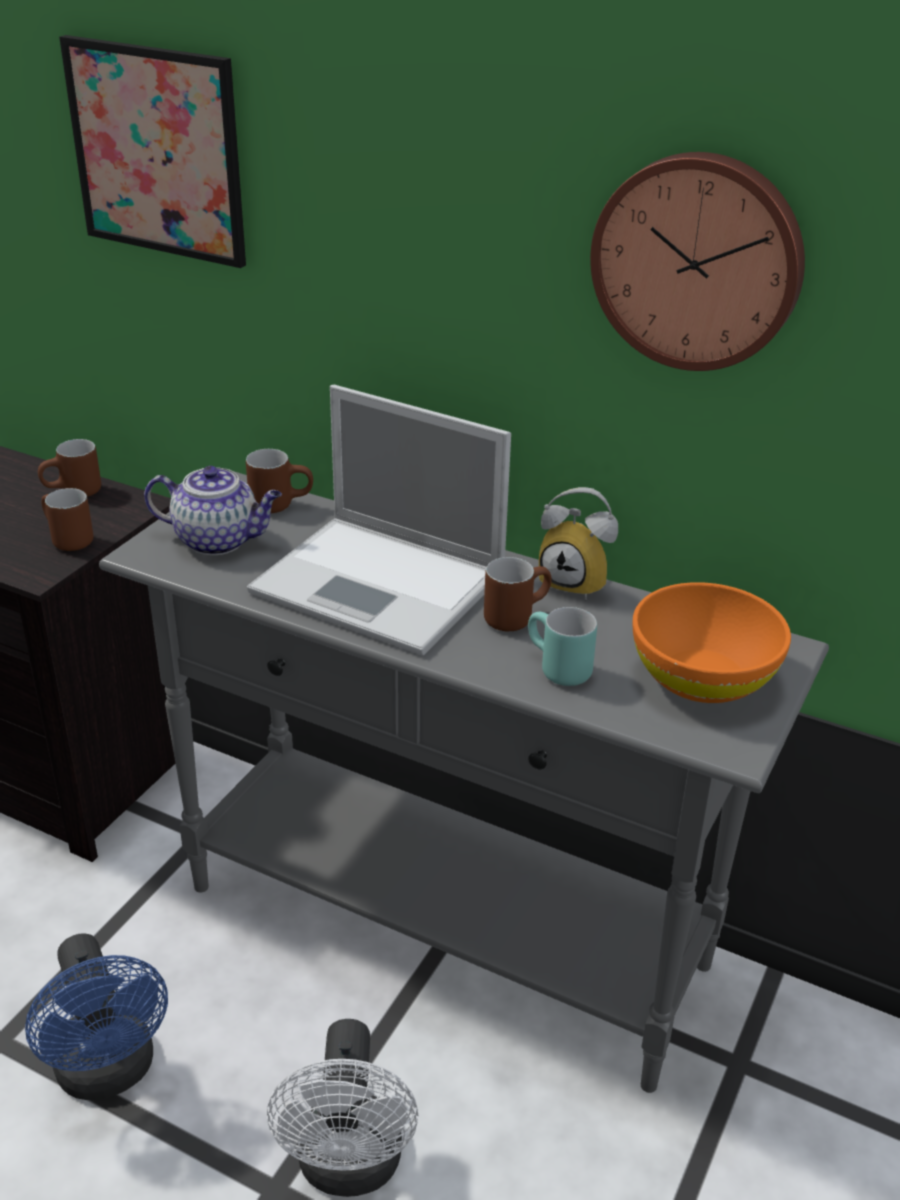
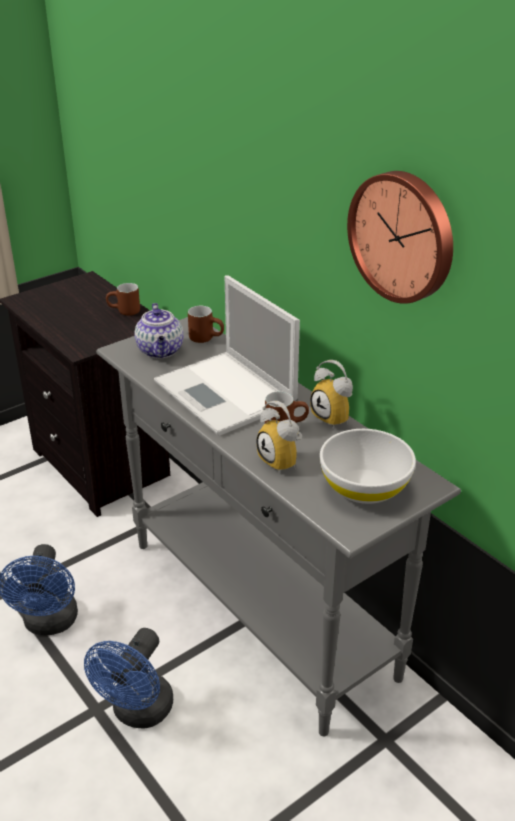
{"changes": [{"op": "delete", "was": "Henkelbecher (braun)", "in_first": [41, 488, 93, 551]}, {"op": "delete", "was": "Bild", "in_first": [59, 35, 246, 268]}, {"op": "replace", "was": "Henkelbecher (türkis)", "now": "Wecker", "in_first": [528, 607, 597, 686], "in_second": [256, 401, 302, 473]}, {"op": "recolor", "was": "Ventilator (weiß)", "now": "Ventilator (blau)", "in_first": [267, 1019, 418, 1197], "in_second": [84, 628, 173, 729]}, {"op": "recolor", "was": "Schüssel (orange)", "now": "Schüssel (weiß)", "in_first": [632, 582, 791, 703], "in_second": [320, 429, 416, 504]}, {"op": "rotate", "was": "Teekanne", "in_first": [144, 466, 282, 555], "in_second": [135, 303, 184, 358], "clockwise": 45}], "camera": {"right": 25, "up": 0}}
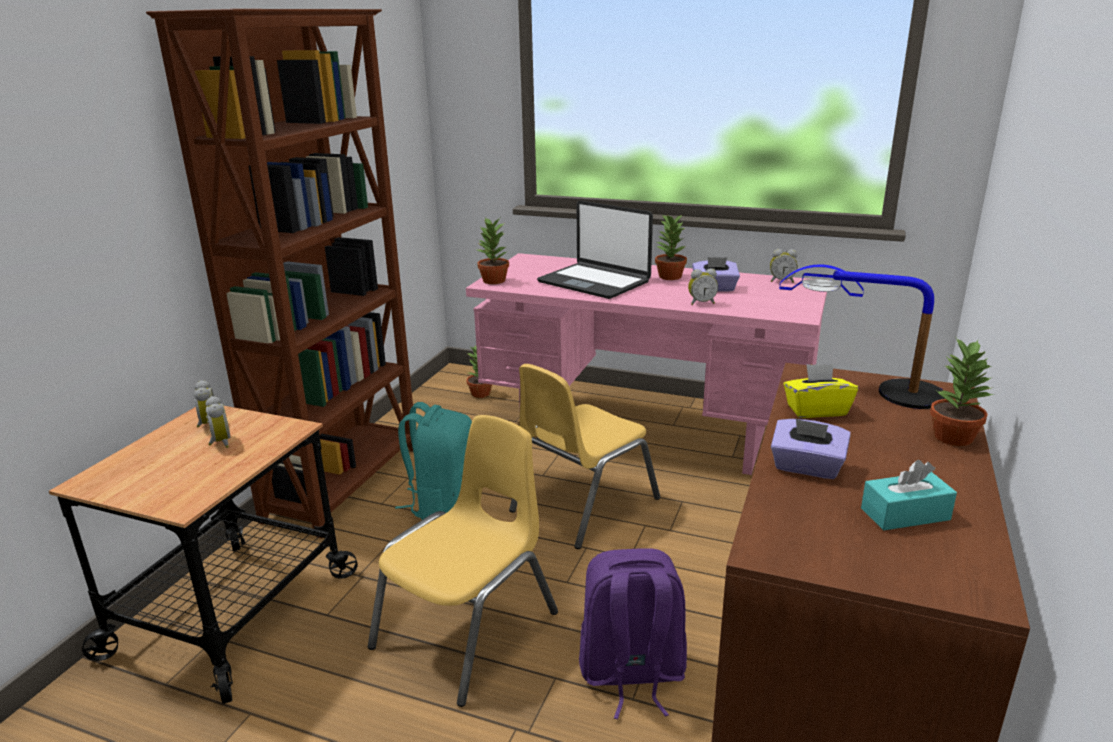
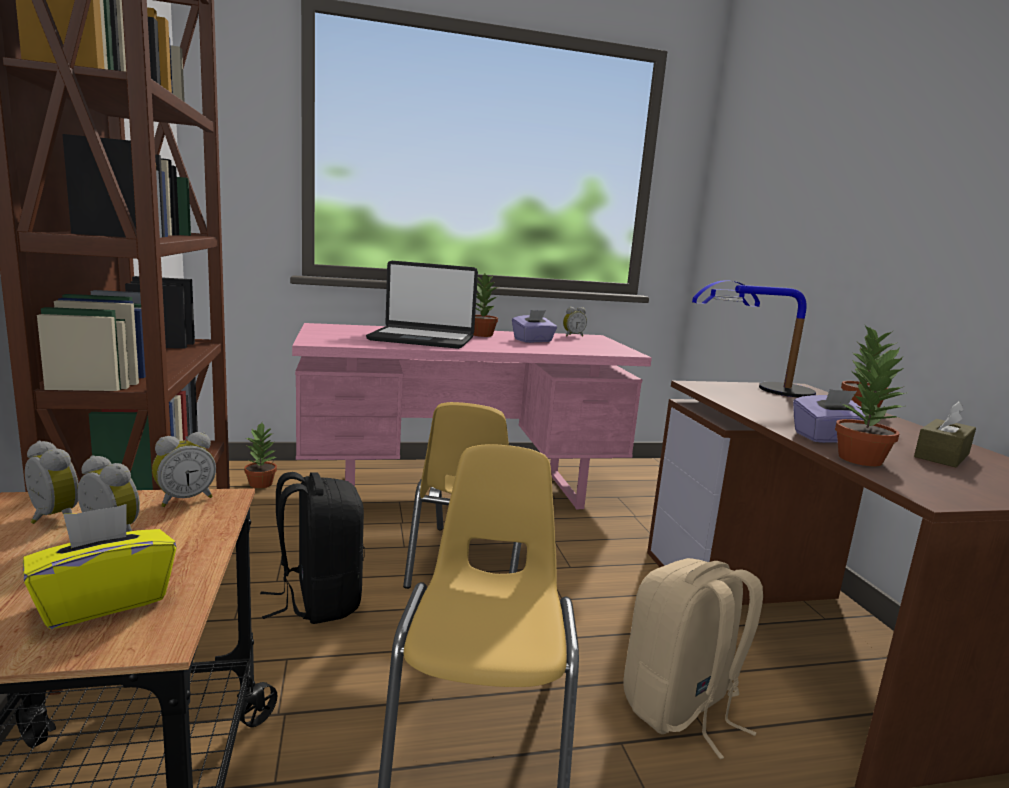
{"changes": [{"op": "move", "was": "Topfpflanze", "in_first": [475, 218, 509, 284], "in_second": [835, 347, 905, 467]}, {"op": "move", "was": "Wecker", "in_first": [688, 268, 718, 305], "in_second": [152, 432, 216, 507]}, {"op": "move", "was": "Taschentuchbox (gelb)", "in_first": [783, 363, 858, 418], "in_second": [23, 504, 177, 629]}, {"op": "recolor", "was": "Rucksack (türkis)", "now": "Rucksack (schwarz)", "in_first": [395, 402, 472, 520], "in_second": [260, 472, 365, 624]}, {"op": "recolor", "was": "Rucksack (lila)", "now": "Rucksack (beige)", "in_first": [579, 548, 687, 719], "in_second": [624, 558, 763, 759]}, {"op": "recolor", "was": "Taschentuchbox (türkis)", "now": "Taschentuchbox (braun)", "in_first": [861, 460, 957, 531], "in_second": [914, 401, 976, 468]}], "camera": {"right": -35, "up": -10}}
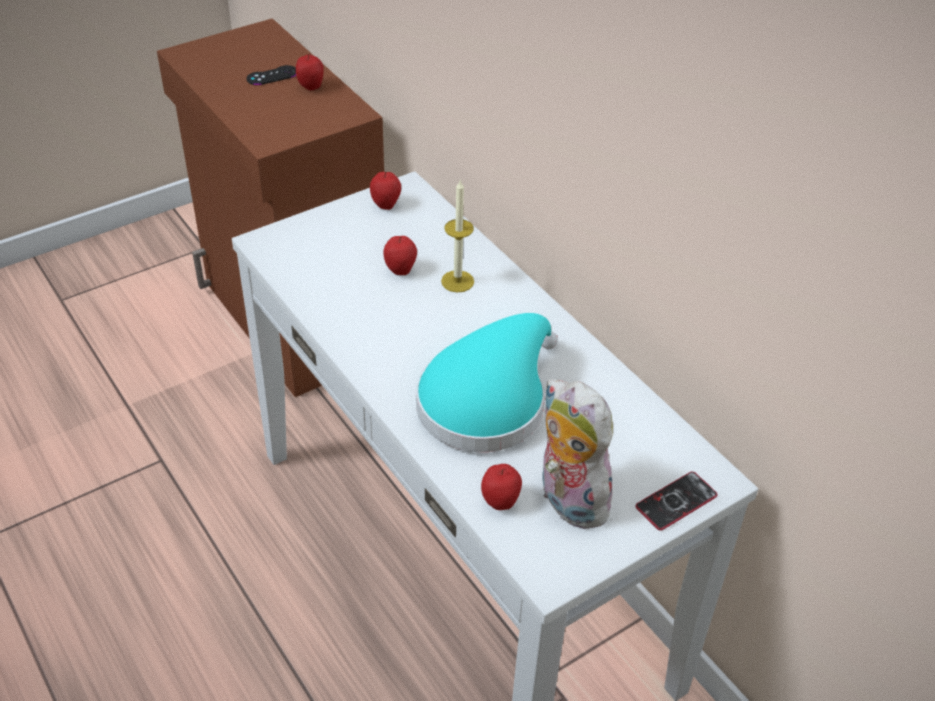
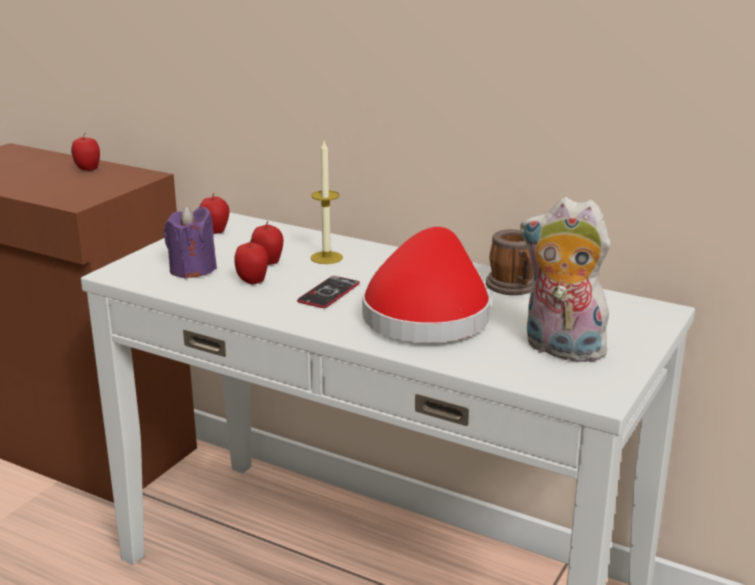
{"changes": [{"op": "delete", "was": "Gamepad (schwarz)", "in_first": [247, 65, 296, 85]}, {"op": "insert", "now": "Kerze (lila)", "in_second": [163, 205, 217, 279]}, {"op": "insert", "now": "Henkelbecher", "in_second": [486, 229, 533, 295]}, {"op": "move", "was": "Apfel", "in_first": [481, 464, 522, 510], "in_second": [234, 239, 268, 284]}, {"op": "move", "was": "Handy", "in_first": [635, 472, 718, 531], "in_second": [297, 276, 360, 308]}, {"op": "recolor", "was": "Hut (türkis)", "now": "Hut (rot)", "in_first": [416, 313, 558, 452], "in_second": [362, 227, 491, 343]}], "camera": {"right": -25, "up": -20}}
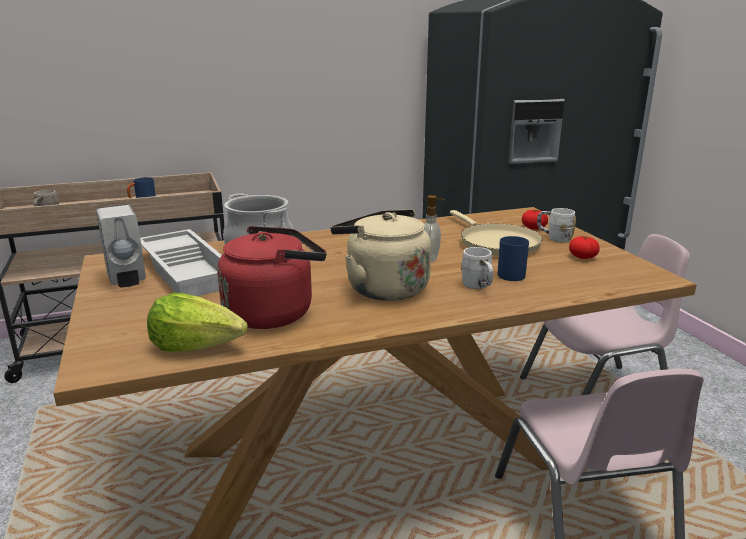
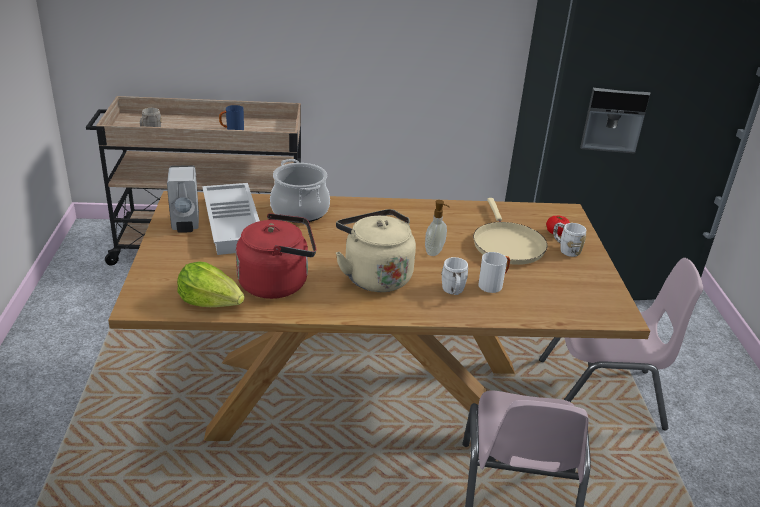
{"changes": [{"op": "delete", "was": "Tomate", "in_first": [569, 236, 600, 259]}, {"op": "recolor", "was": "Henkelbecher (blau)", "now": "Henkelbecher (weiß)", "in_first": [498, 236, 529, 281], "in_second": [478, 252, 510, 293]}], "camera": {"right": 15, "up": 10}}
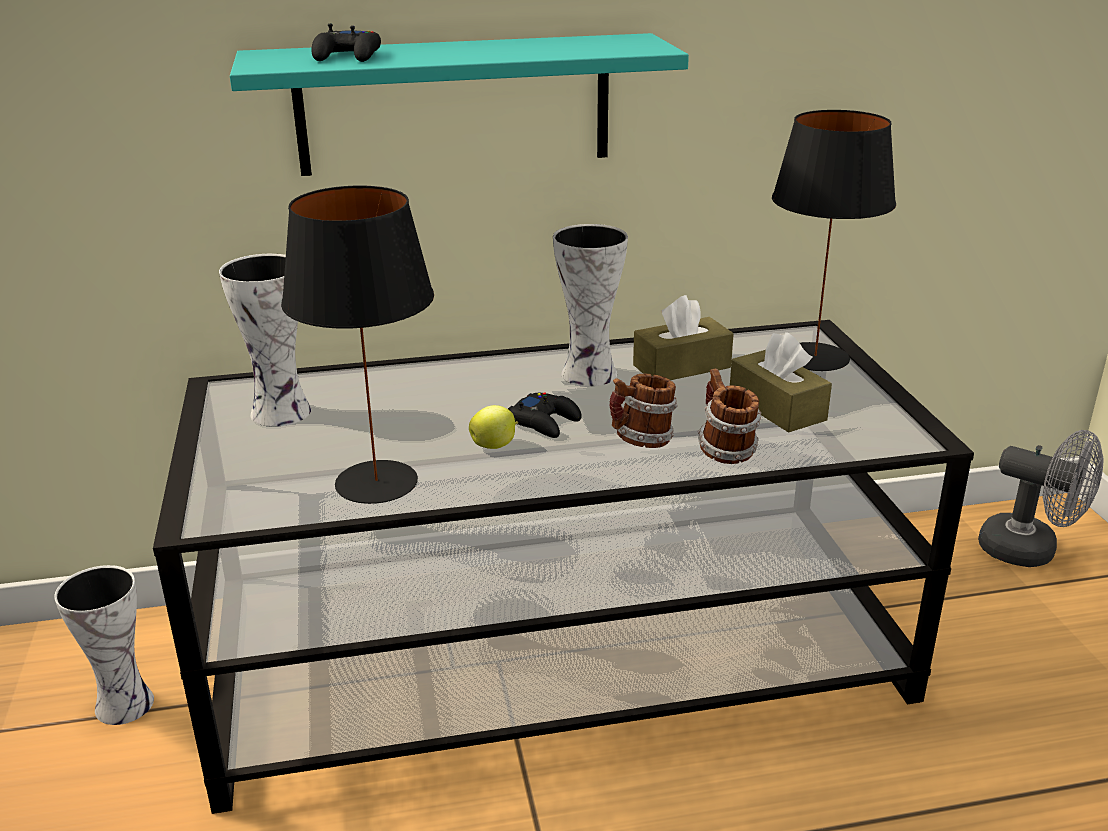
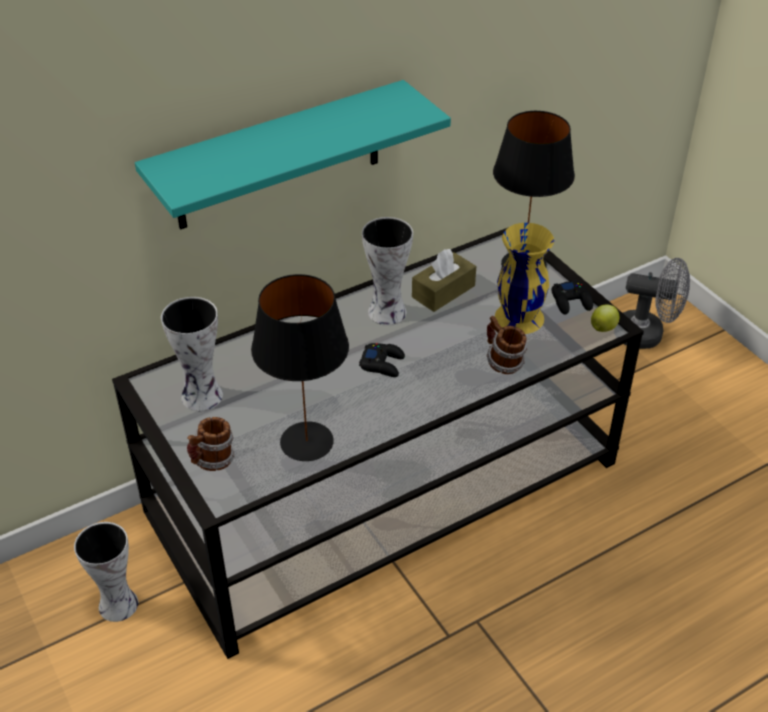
{"changes": [{"op": "move", "was": "Gamepad (schwarz)", "in_first": [311, 24, 381, 62], "in_second": [552, 280, 593, 315]}, {"op": "move", "was": "Apfel", "in_first": [469, 405, 518, 449], "in_second": [591, 304, 619, 332]}, {"op": "move", "was": "Henkelbecher", "in_first": [609, 374, 677, 448], "in_second": [187, 417, 235, 471]}, {"op": "replace", "was": "Taschentuchbox (braun)", "now": "Vase (gelb)", "in_first": [730, 332, 832, 433], "in_second": [495, 223, 554, 334]}], "camera": {"right": -20, "up": 15}}
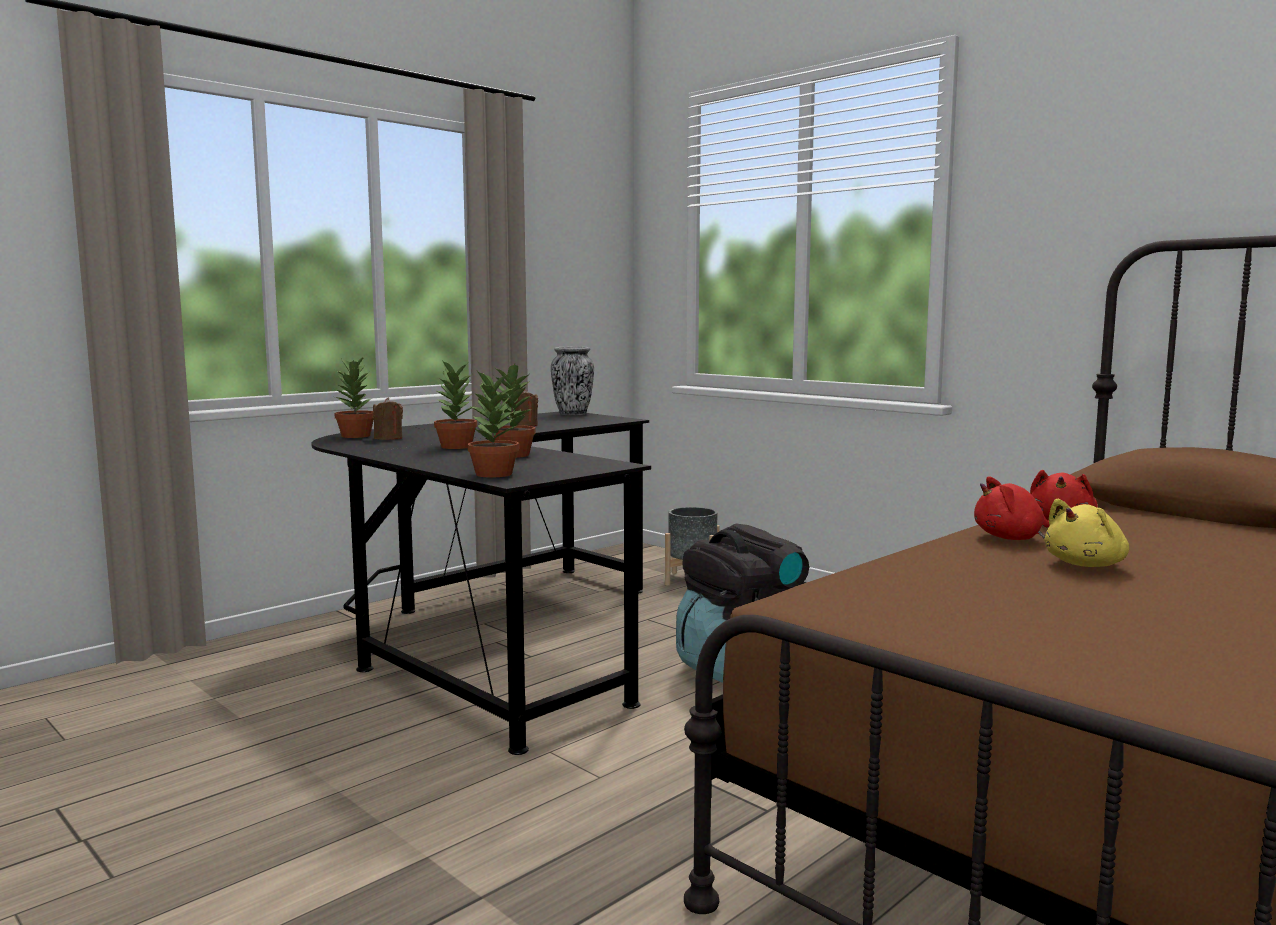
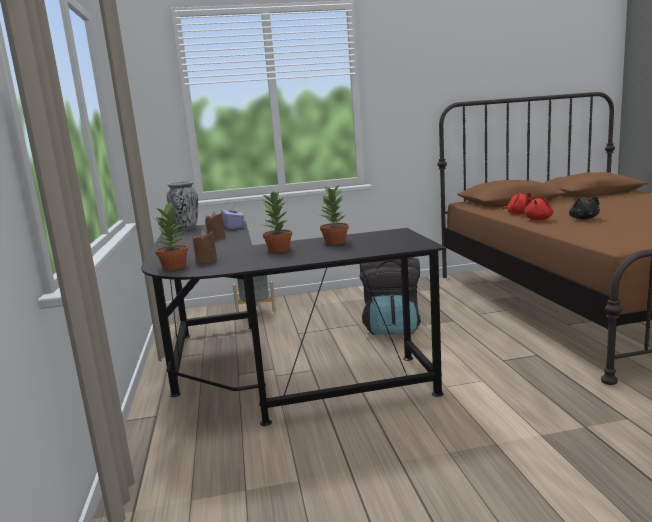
{"changes": [{"op": "delete", "was": "Topfpflanze", "in_first": [467, 371, 519, 478]}, {"op": "insert", "now": "Taschentuchbox (lila)", "in_second": [221, 204, 244, 229]}, {"op": "recolor", "was": "Plüschtier (gelb)", "now": "Plüschtier (schwarz)", "in_first": [1044, 499, 1129, 567], "in_second": [569, 196, 600, 220]}], "camera": {"right": -55, "up": 5}}
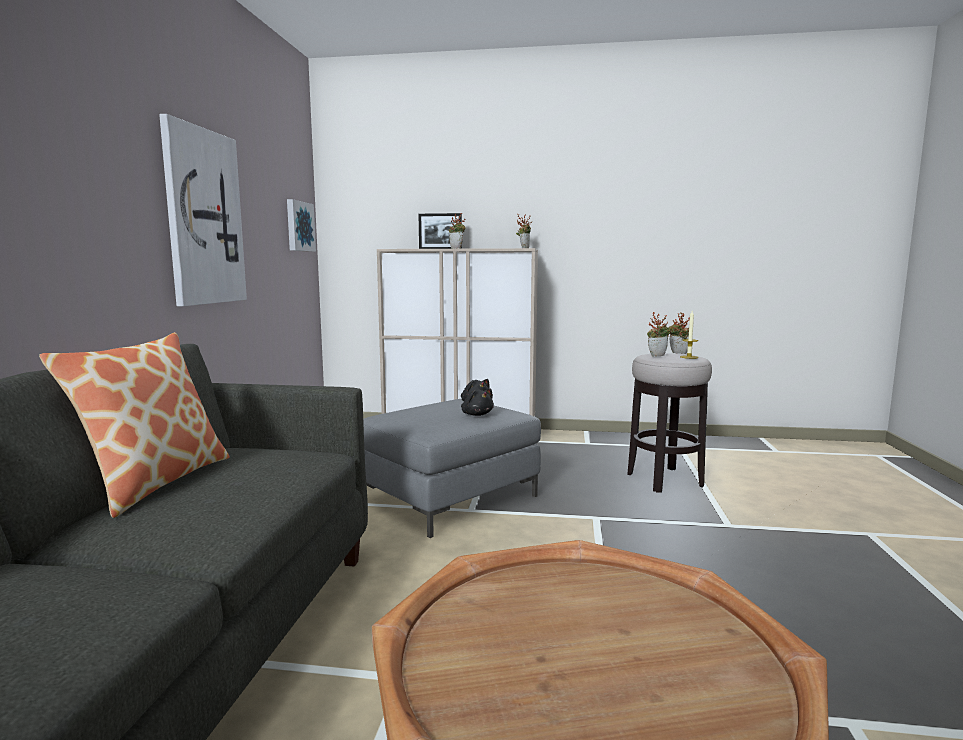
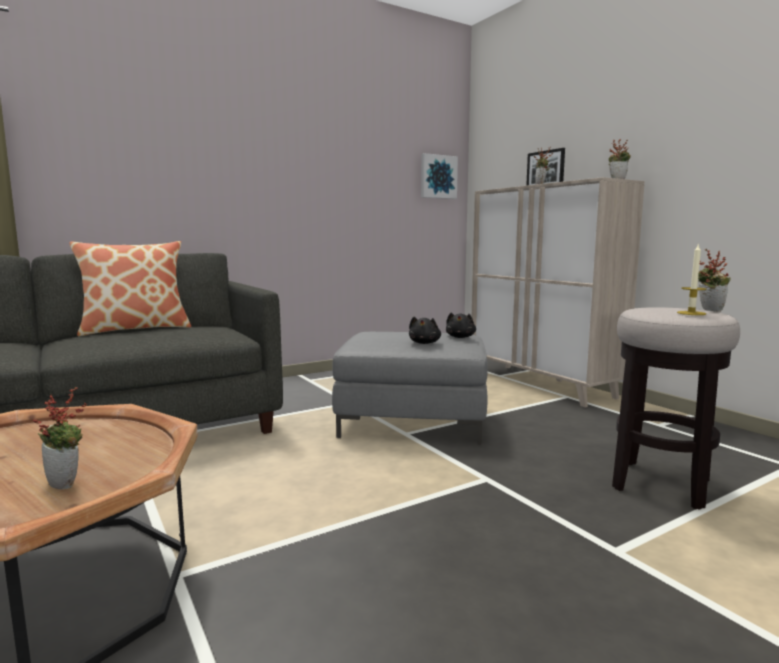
{"changes": [{"op": "delete", "was": "Bild", "in_first": [159, 114, 247, 307]}, {"op": "move", "was": "Topfpflanze", "in_first": [647, 312, 671, 356], "in_second": [33, 387, 88, 490]}], "camera": {"right": 50, "up": 0}}
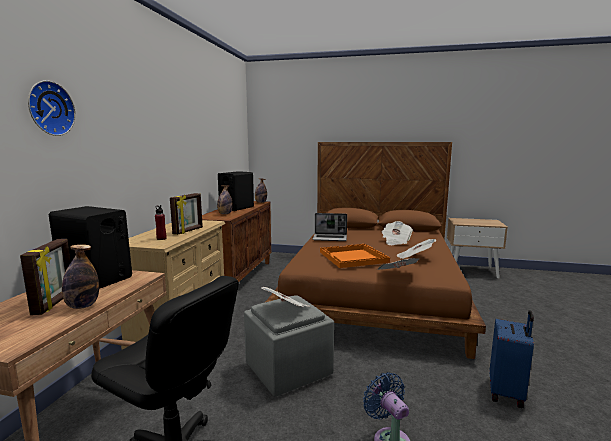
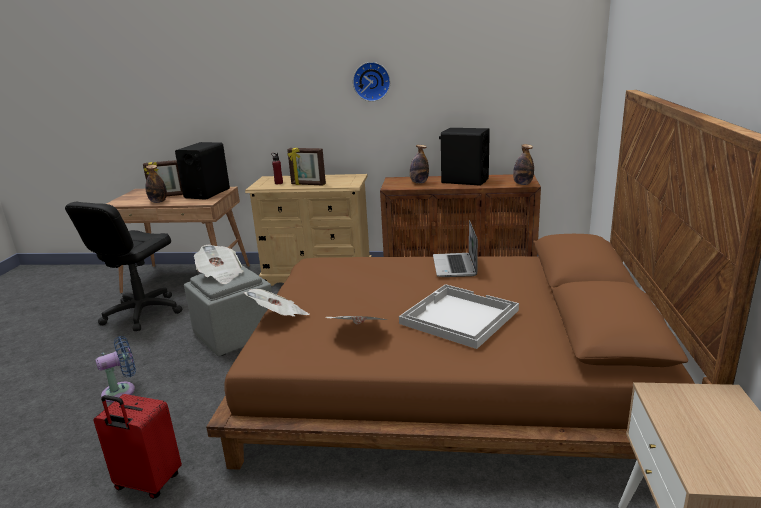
{"changes": [{"op": "delete", "was": "Tablett (orange)", "in_first": [320, 244, 390, 268]}, {"op": "move", "was": "Wanduhr", "in_first": [28, 80, 76, 136], "in_second": [353, 62, 390, 102]}, {"op": "replace", "was": "Zeitung", "now": "Tablett (weiß)", "in_first": [382, 221, 413, 245], "in_second": [399, 284, 519, 349]}, {"op": "recolor", "was": "Koffer (blau)", "now": "Koffer (rot)", "in_first": [489, 310, 534, 408], "in_second": [93, 394, 182, 499]}], "camera": {"right": 85, "up": 10}}
